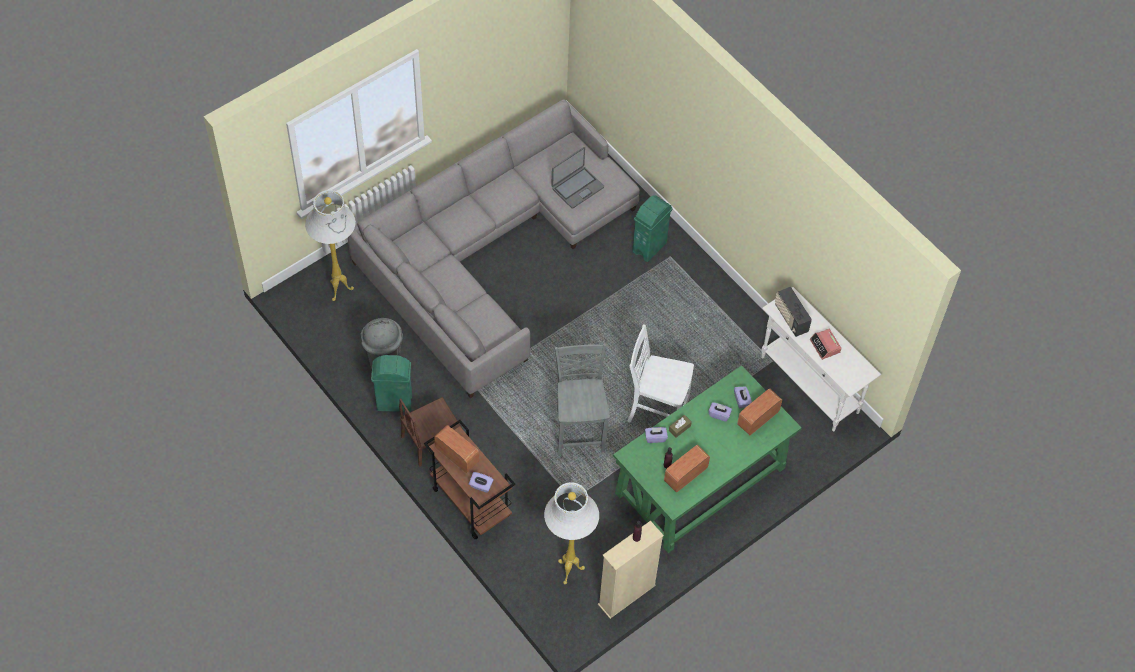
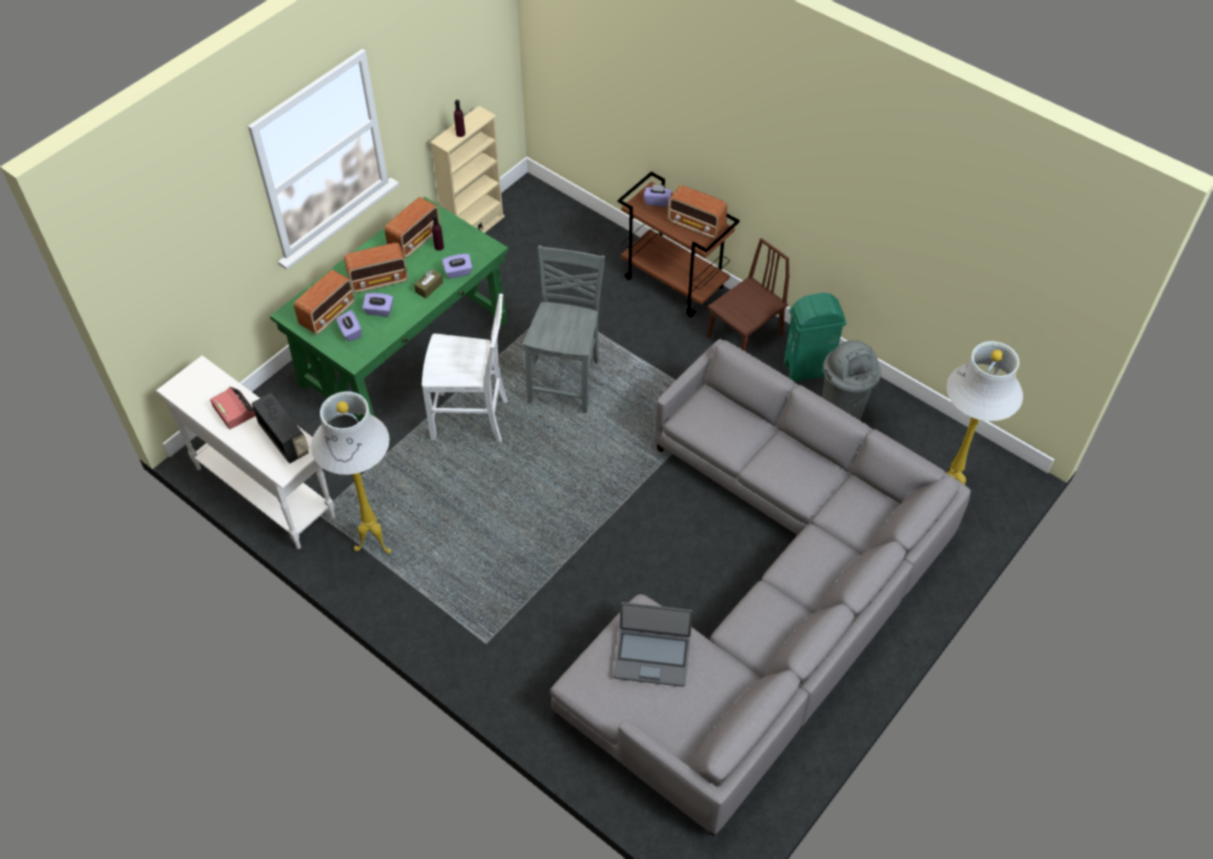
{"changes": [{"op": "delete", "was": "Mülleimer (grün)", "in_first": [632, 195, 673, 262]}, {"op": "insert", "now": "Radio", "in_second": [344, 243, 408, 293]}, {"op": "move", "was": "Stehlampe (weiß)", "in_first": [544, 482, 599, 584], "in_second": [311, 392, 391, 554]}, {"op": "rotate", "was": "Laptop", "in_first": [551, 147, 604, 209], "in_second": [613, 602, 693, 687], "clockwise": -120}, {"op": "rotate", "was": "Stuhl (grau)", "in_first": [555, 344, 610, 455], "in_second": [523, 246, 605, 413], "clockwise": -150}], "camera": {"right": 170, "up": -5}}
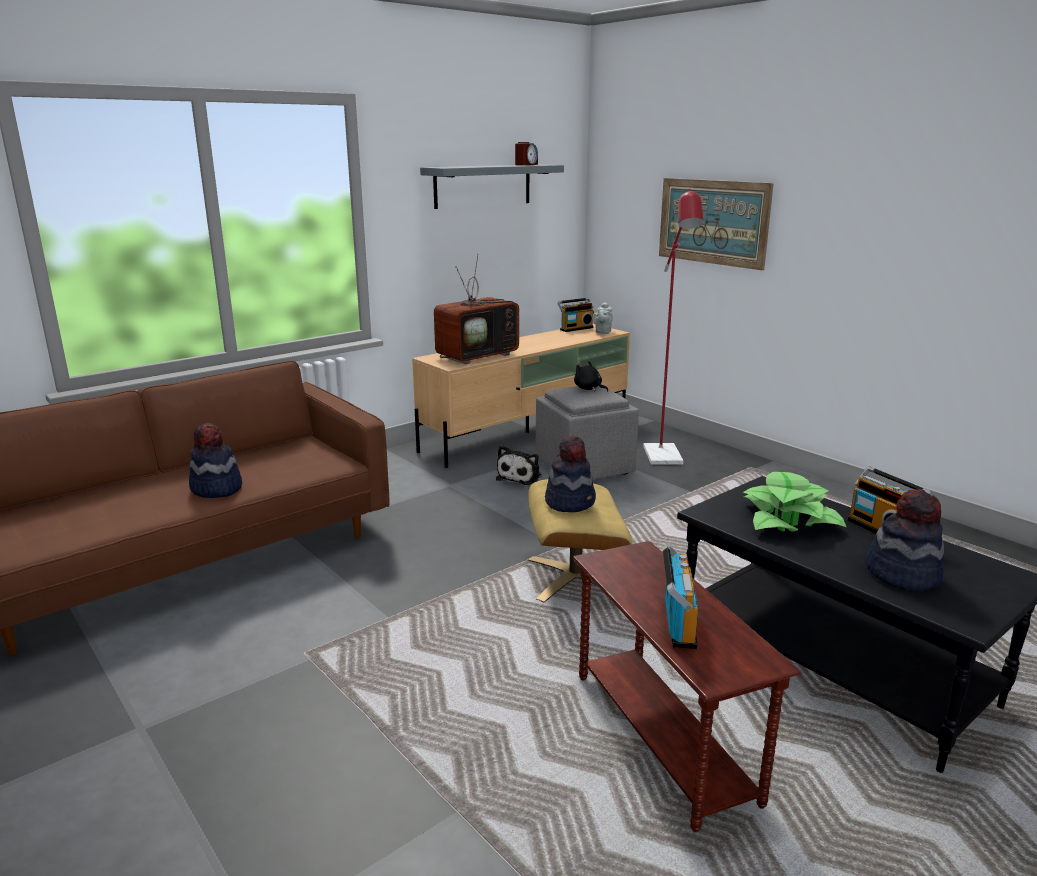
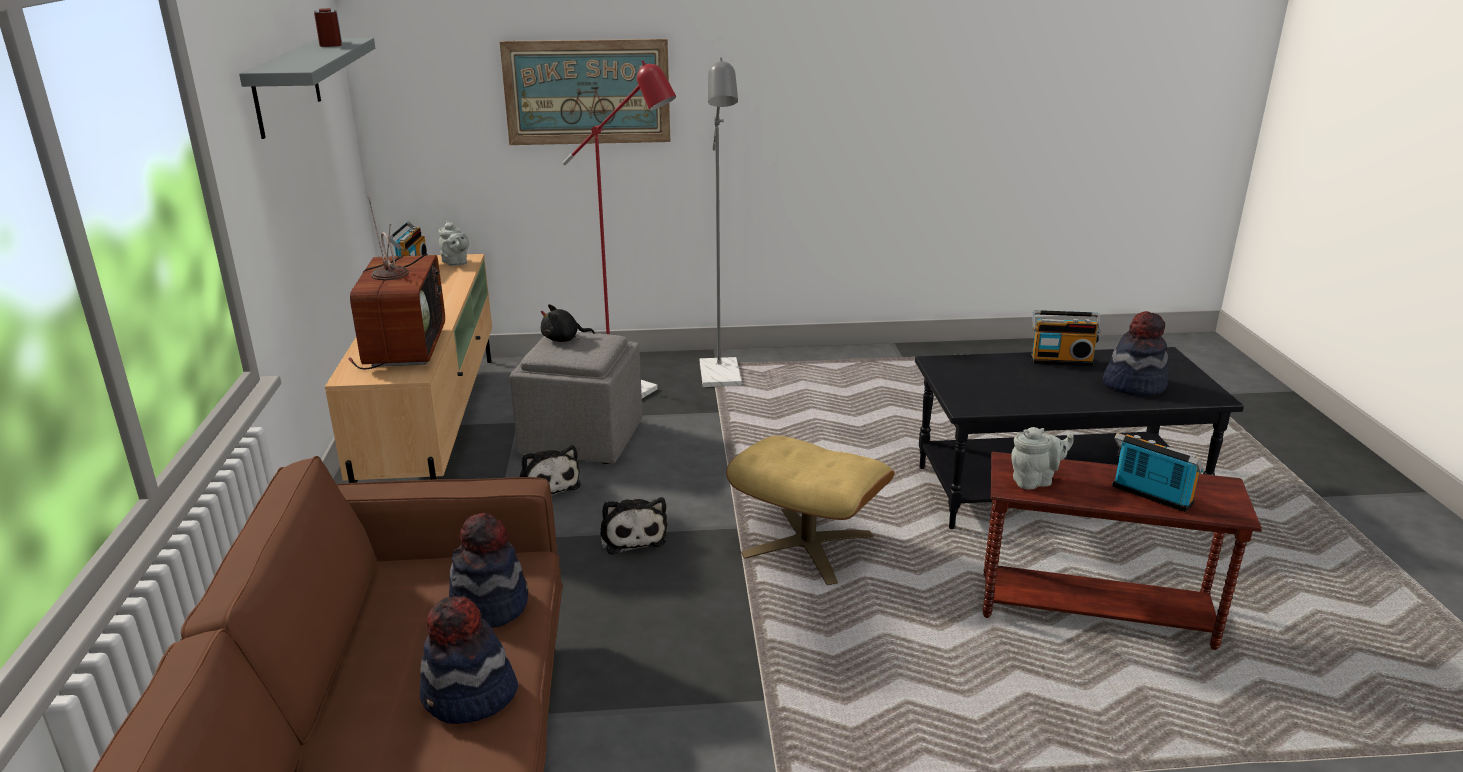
{"changes": [{"op": "delete", "was": "Topfpflanze", "in_first": [743, 472, 846, 532]}, {"op": "insert", "now": "Plüschtier", "in_second": [600, 497, 668, 555]}, {"op": "insert", "now": "Stehlampe (grau)", "in_second": [700, 57, 741, 387]}, {"op": "insert", "now": "Teekanne (grau)", "in_second": [1011, 427, 1074, 489]}, {"op": "move", "was": "Hut", "in_first": [545, 435, 596, 512], "in_second": [449, 513, 528, 628]}], "camera": {"right": -55, "up": 5}}
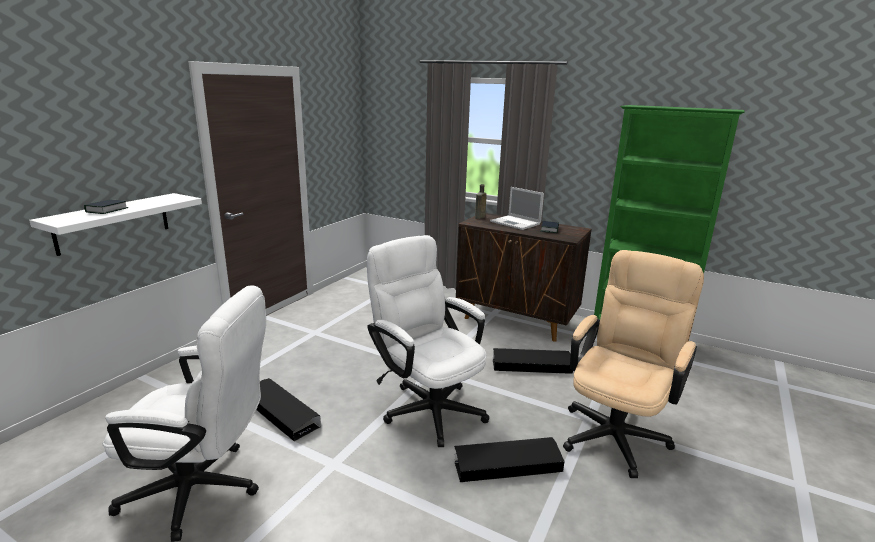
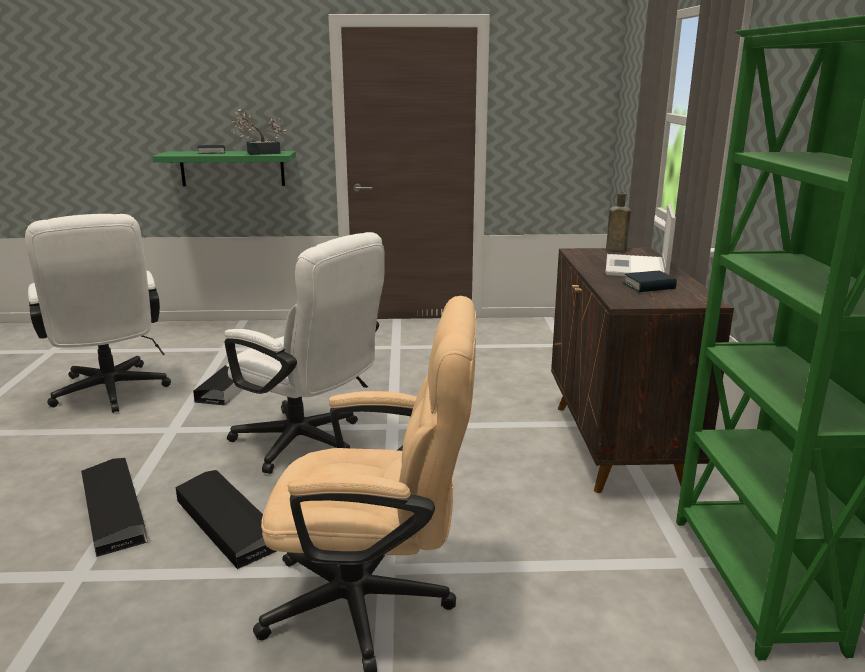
{"changes": [{"op": "insert", "now": "Topfpflanze", "in_second": [232, 109, 287, 155]}, {"op": "move", "was": "Aufbewahrungsbox (schwarz)", "in_first": [493, 348, 573, 374], "in_second": [81, 458, 148, 557]}, {"op": "recolor", "was": "Wandregal (weiß)", "now": "Wandregal (grün)", "in_first": [29, 193, 202, 256], "in_second": [152, 151, 296, 186]}, {"op": "rotate", "was": "Bürostuhl (weiß)", "in_first": [367, 235, 489, 447], "in_second": [225, 232, 384, 474], "clockwise": 105}], "camera": {"right": 60, "up": 0}}
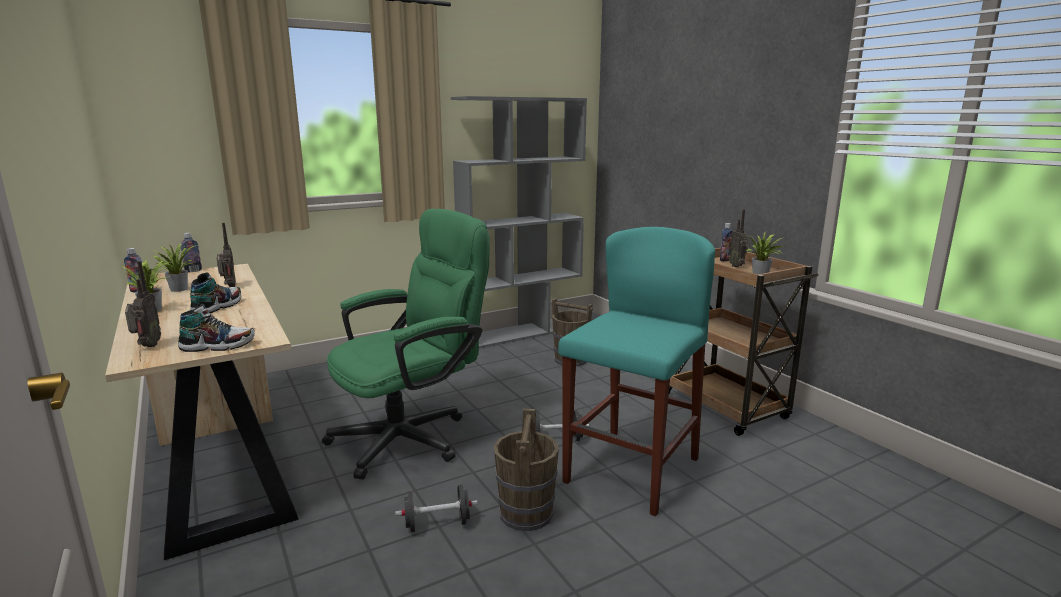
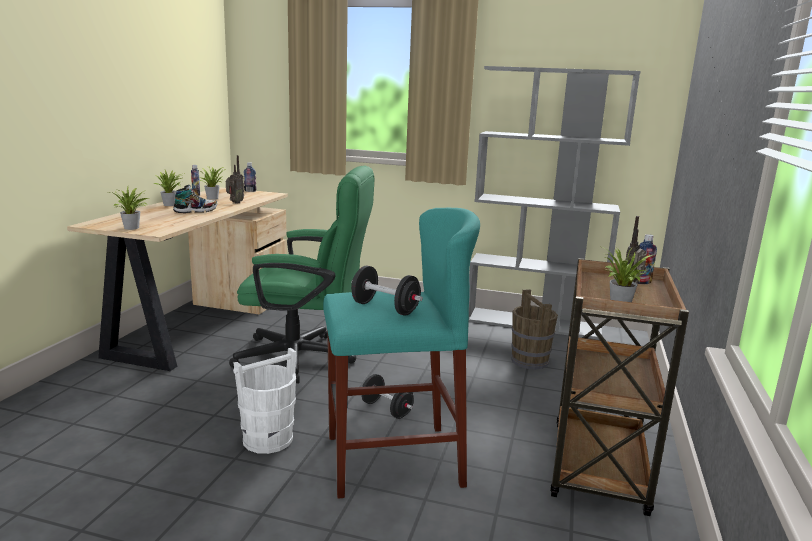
{"changes": [{"op": "delete", "was": "Radio", "in_first": [125, 261, 161, 347]}, {"op": "move", "was": "Hantel (schwarz)", "in_first": [395, 485, 478, 532], "in_second": [351, 266, 423, 316]}, {"op": "replace", "was": "Schuh", "now": "Topfpflanze", "in_first": [178, 304, 255, 352], "in_second": [111, 187, 149, 230]}, {"op": "recolor", "was": "Eimer (braun)", "now": "Eimer (weiß)", "in_first": [494, 409, 559, 531], "in_second": [233, 348, 296, 454]}], "camera": {"right": 45, "up": 0}}
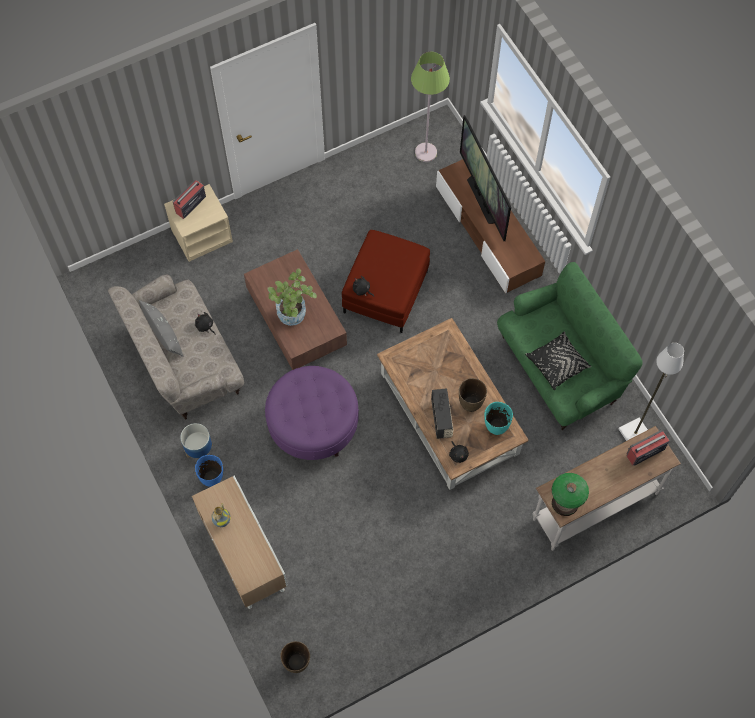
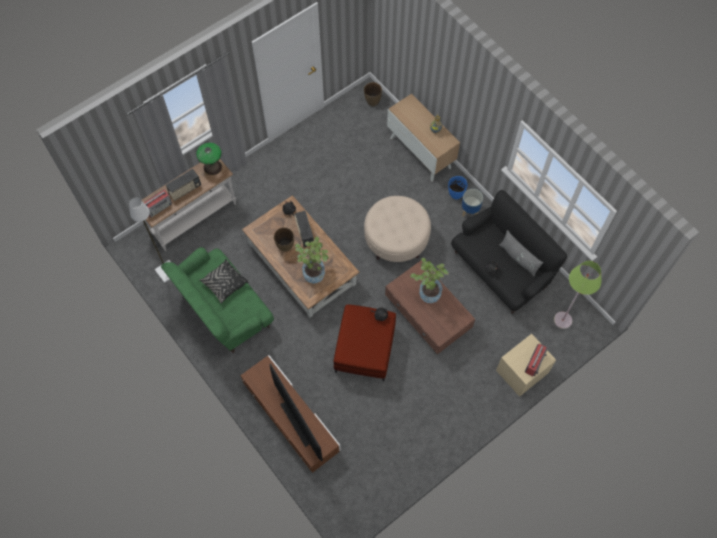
{"changes": [{"op": "delete", "was": "Vase (türkis)", "in_first": [484, 402, 513, 435]}, {"op": "insert", "now": "Radio", "in_second": [166, 169, 201, 201]}, {"op": "insert", "now": "Topfpflanze", "in_second": [295, 237, 329, 283]}, {"op": "move", "was": "Stehlampe (grün)", "in_first": [411, 52, 450, 162], "in_second": [554, 261, 602, 329]}, {"op": "recolor", "was": "Sofa (beige)", "now": "Sofa (schwarz)", "in_first": [108, 274, 244, 419], "in_second": [451, 190, 567, 314]}, {"op": "recolor", "was": "Polsterhocker (lila)", "now": "Polsterhocker (beige)", "in_first": [265, 366, 359, 460], "in_second": [364, 196, 431, 262]}], "camera": {"right": 170, "up": 0}}
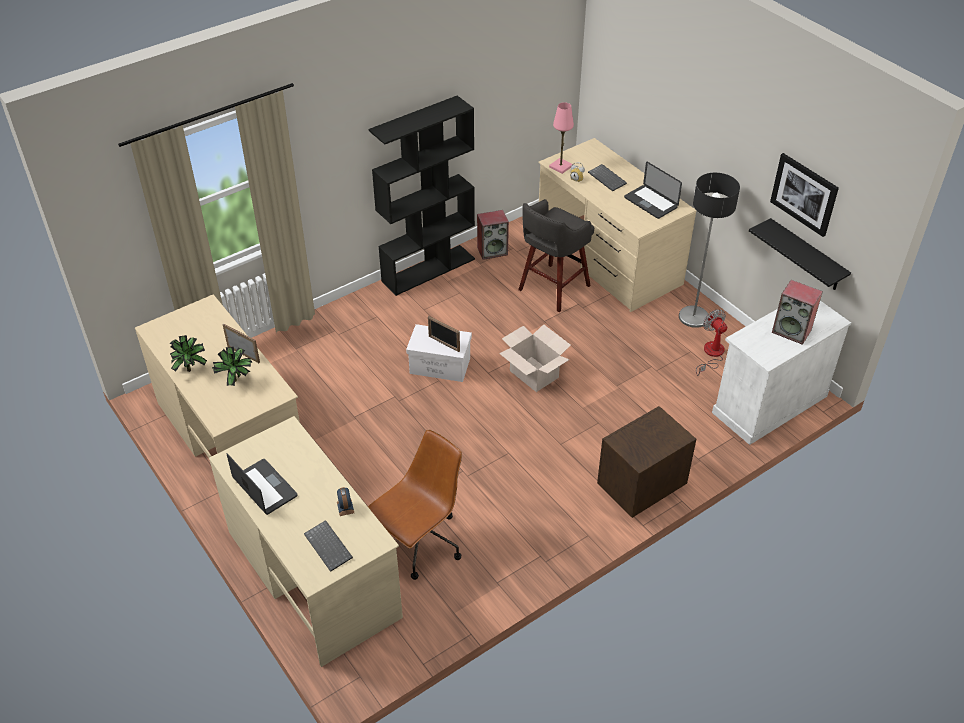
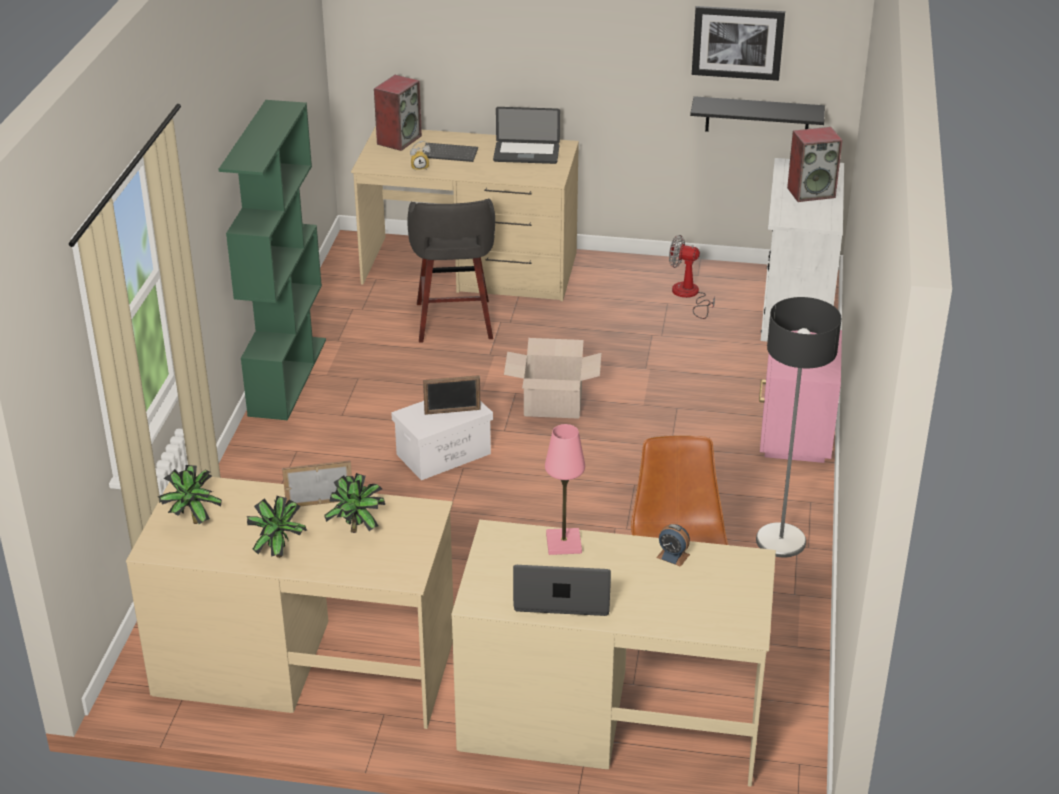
{"changes": [{"op": "delete", "was": "Tastatur", "in_first": [304, 520, 353, 572]}, {"op": "insert", "now": "Topfpflanze", "in_second": [158, 465, 222, 524]}, {"op": "move", "was": "Lautsprecher", "in_first": [477, 210, 509, 260], "in_second": [374, 75, 422, 151]}, {"op": "move", "was": "Tischlampe (rosa)", "in_first": [549, 102, 574, 174], "in_second": [545, 424, 585, 555]}, {"op": "move", "was": "Stehlampe", "in_first": [679, 173, 740, 328], "in_second": [756, 297, 842, 558]}, {"op": "recolor", "was": "Bücherregal (schwarz)", "now": "Bücherregal (grün)", "in_first": [369, 96, 475, 296], "in_second": [219, 100, 326, 420]}, {"op": "recolor", "was": "Nachttisch (braun)", "now": "Nachttisch (rosa)", "in_first": [597, 406, 696, 518], "in_second": [759, 330, 842, 463]}], "camera": {"right": -45, "up": -10}}
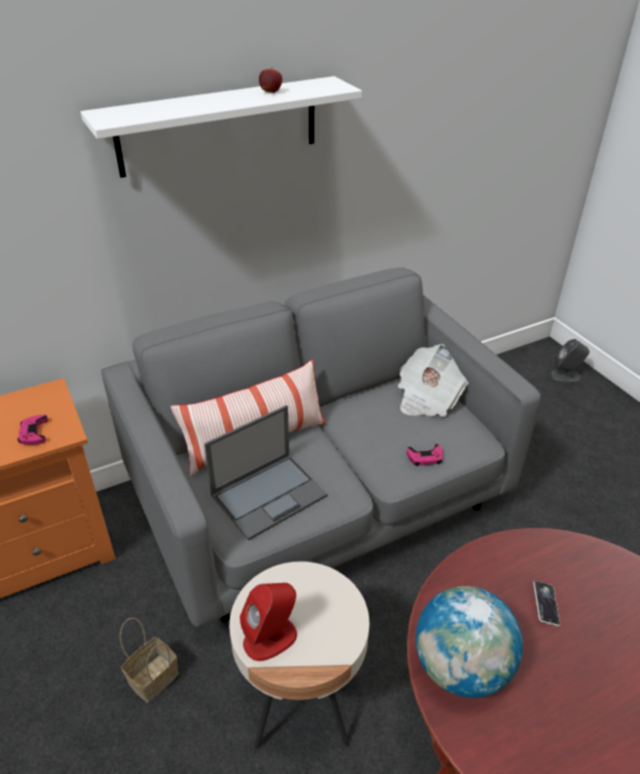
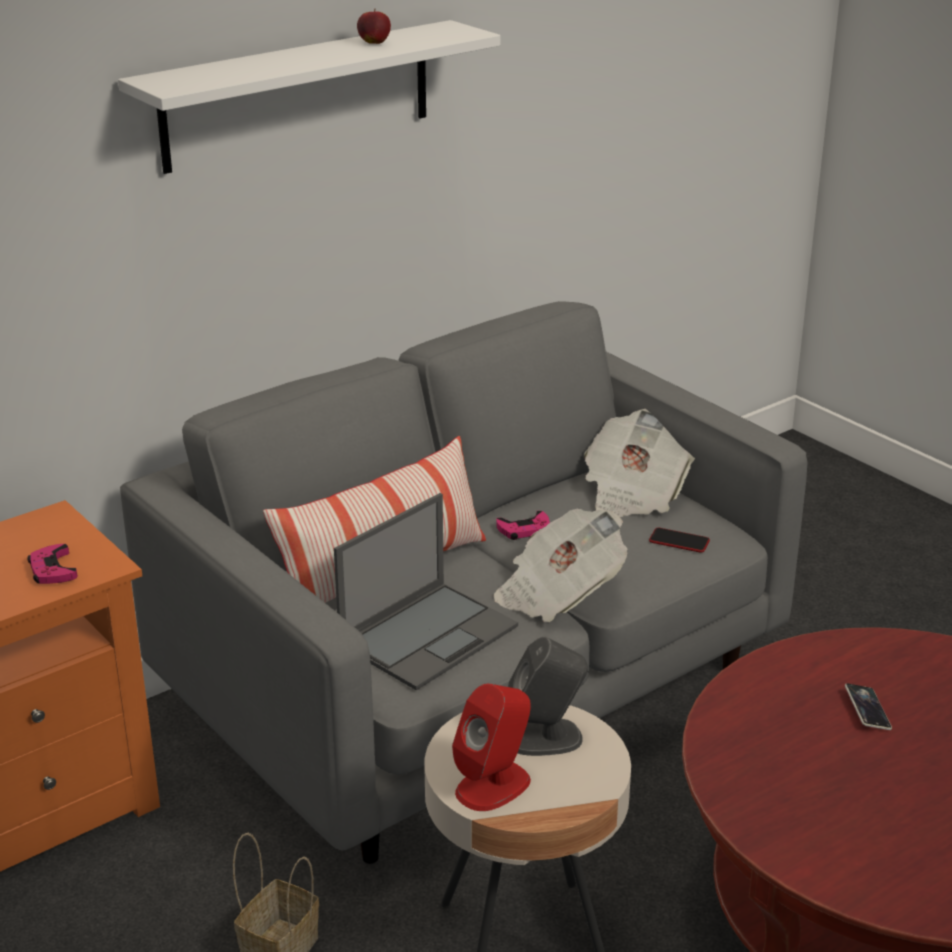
{"changes": [{"op": "delete", "was": "Globus", "in_first": [416, 586, 523, 698]}, {"op": "insert", "now": "Zeitung", "in_second": [494, 509, 627, 622]}, {"op": "insert", "now": "Handy", "in_second": [649, 528, 710, 553]}, {"op": "move", "was": "Gamepad (rosa)", "in_first": [407, 444, 443, 466], "in_second": [496, 511, 550, 540]}, {"op": "move", "was": "Lautsprecher (grau)", "in_first": [551, 339, 589, 383], "in_second": [508, 637, 588, 756]}], "camera": {"right": -10, "up": -10}}
